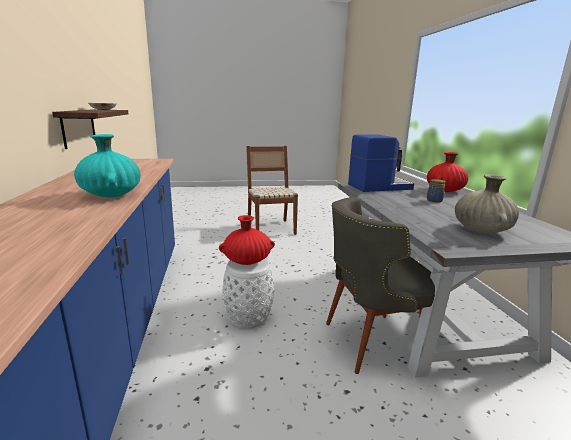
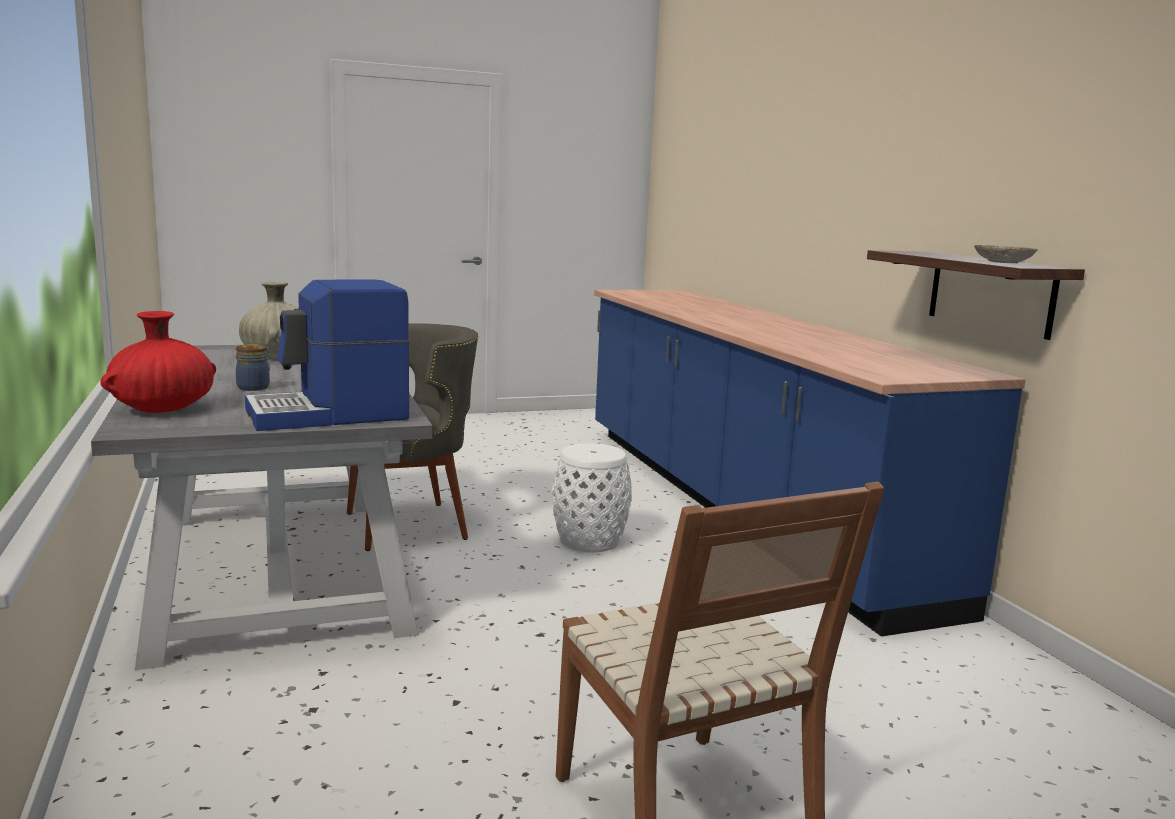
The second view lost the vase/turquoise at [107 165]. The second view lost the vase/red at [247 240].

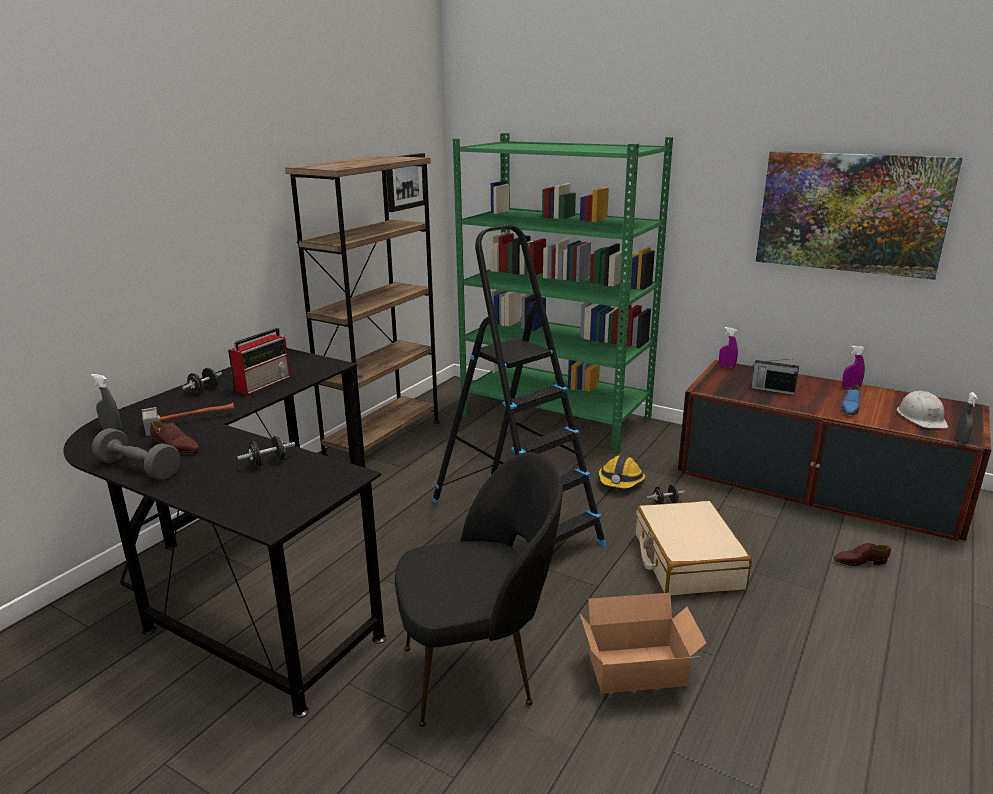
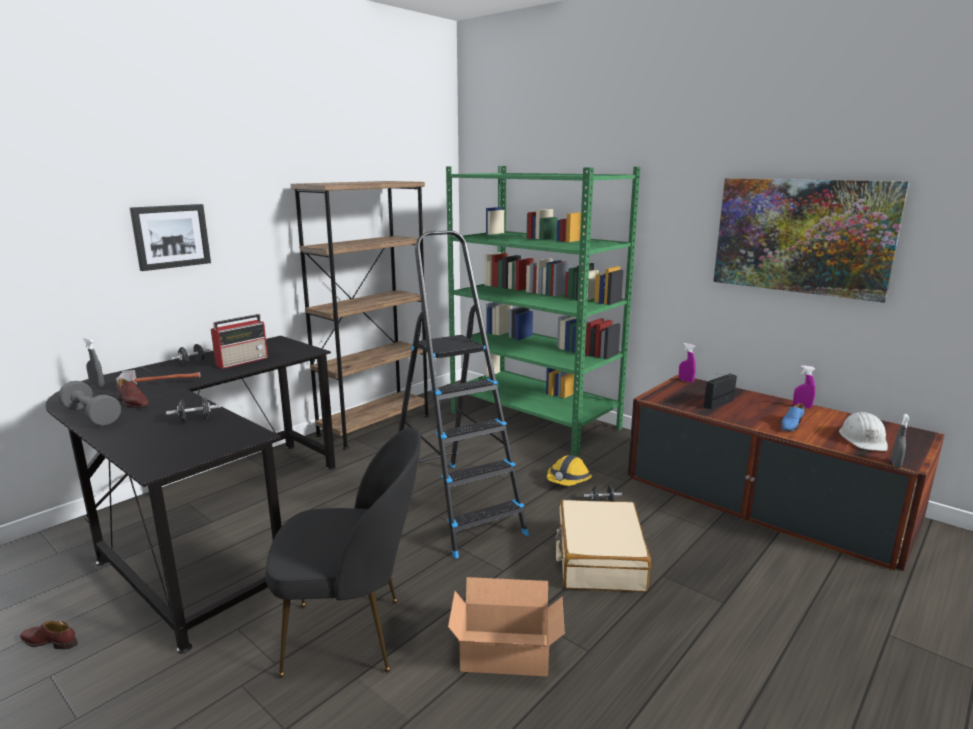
The shoe/brown ended up elsewhere, having gone from [862 554] to [49 635]. The picture ended up elsewhere, having gone from [405 182] to [170 237]. The radio at [775 377] ended up facing another way, 105 degrees clockwise from before.

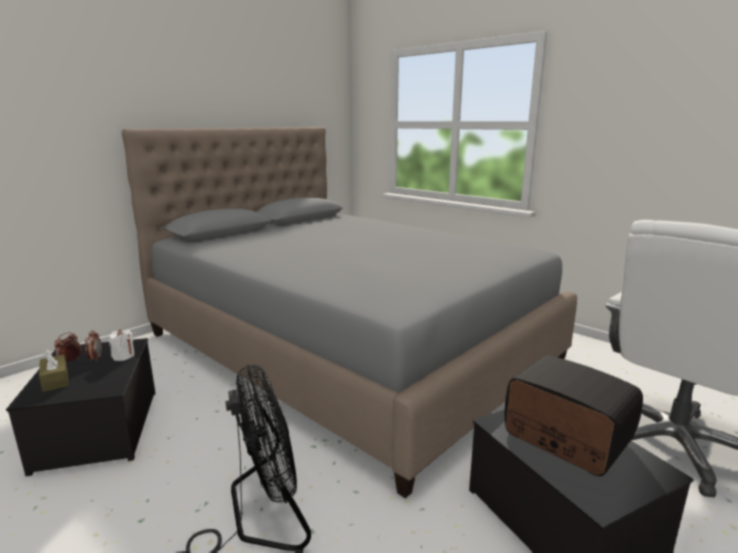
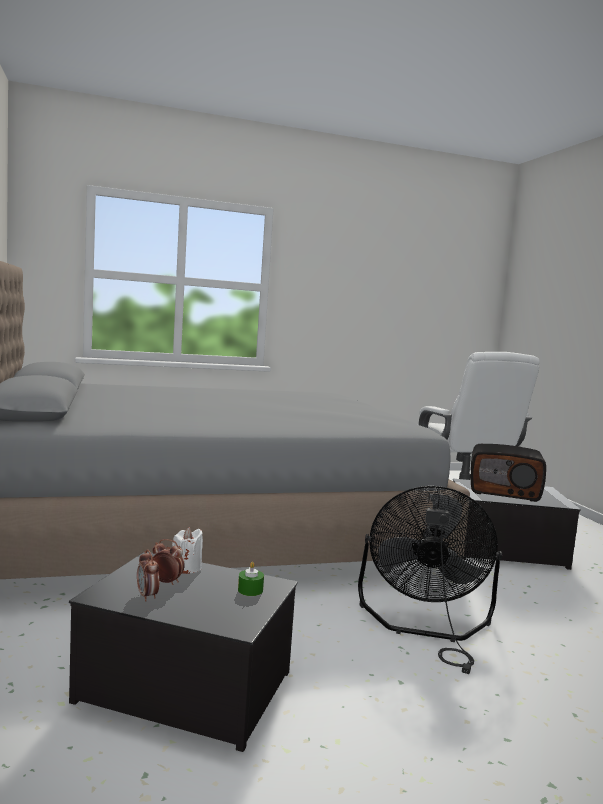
The second view gained the candle/green at [251 579]. The radio at [574 415] ended up facing another way, 150 degrees counterclockwise from before. The second view lost the tissue box/brown at [53 370].

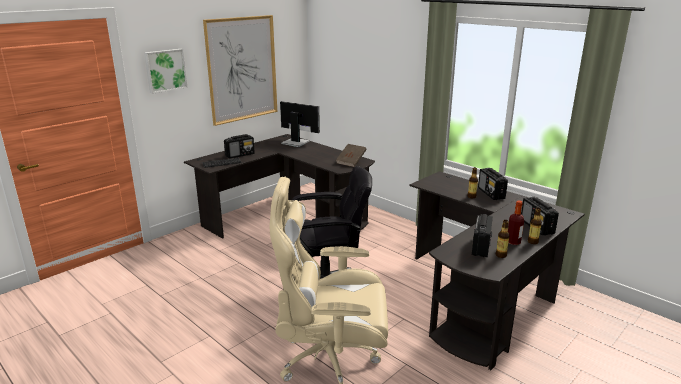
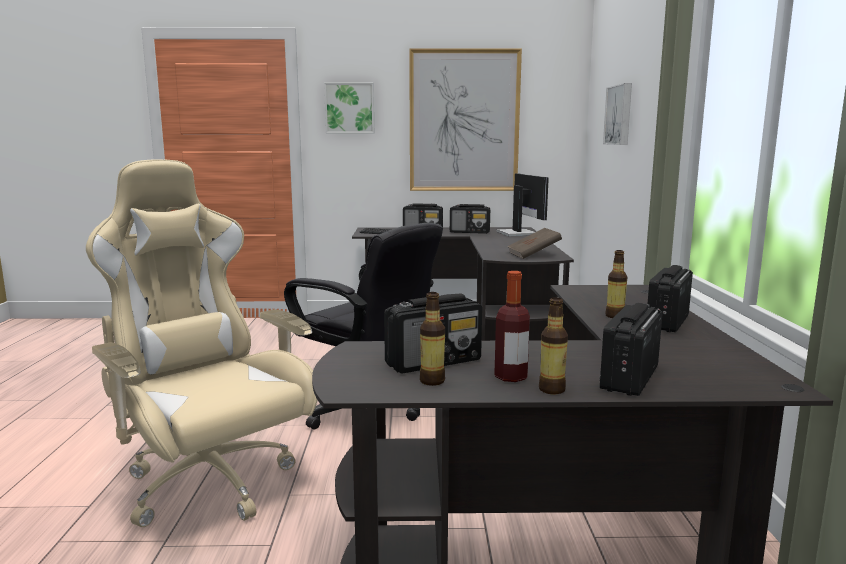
The second view gained the radio at [470 219]. The second view gained the picture at [617 114].

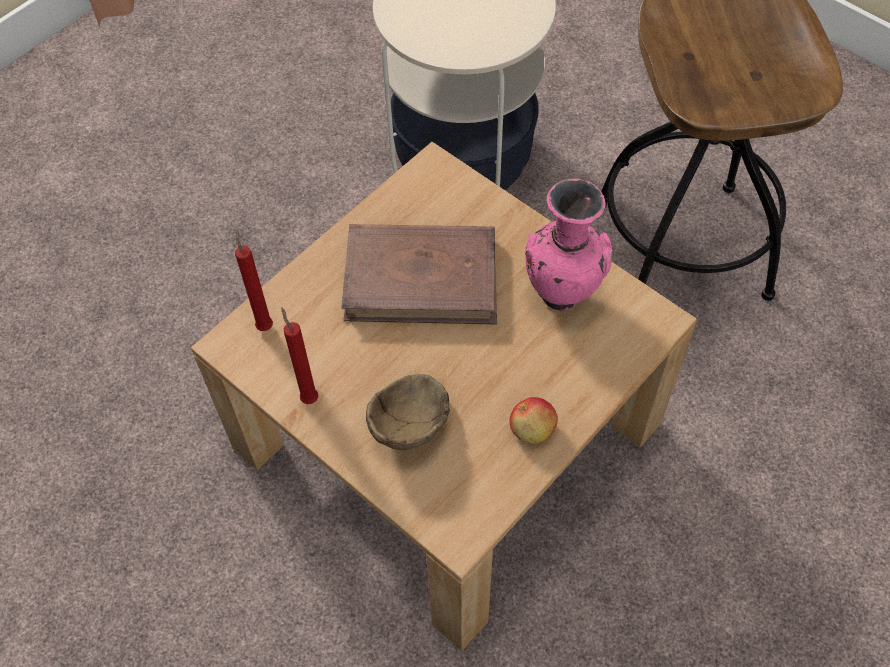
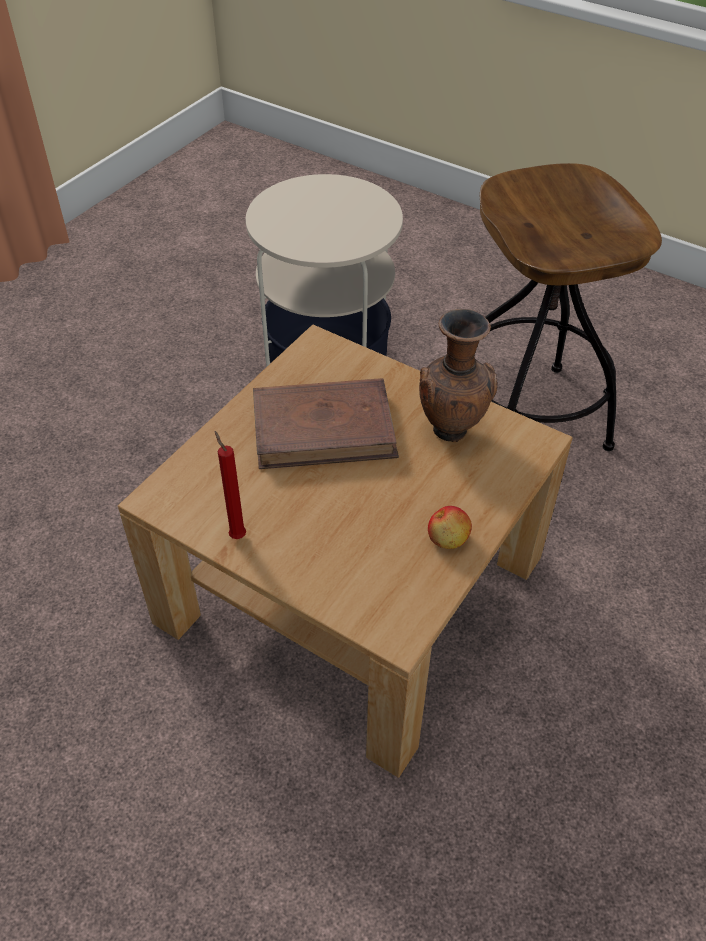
What was the vase/pink at [569 245] turned into the vase/brown at [458 375]. The second view lost the candle/red at [254 280]. The second view lost the bowl/brown at [408 412].

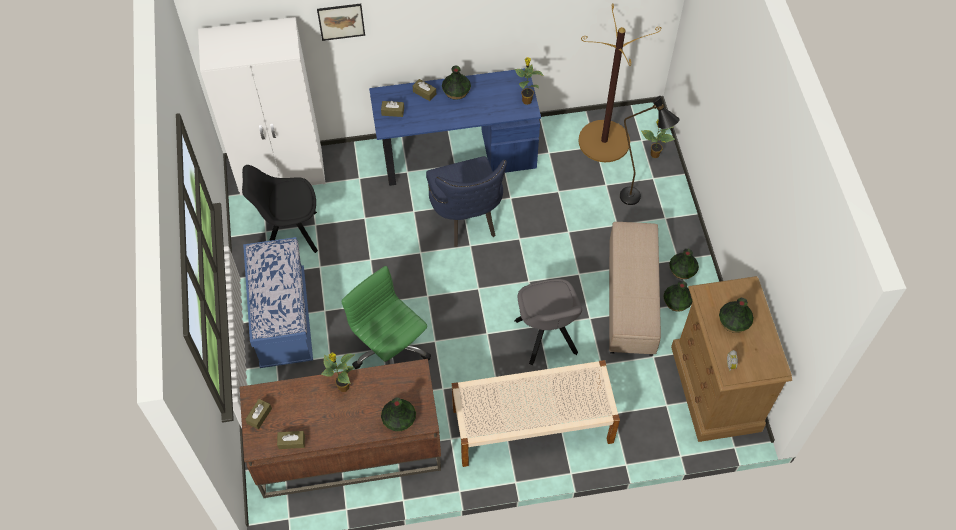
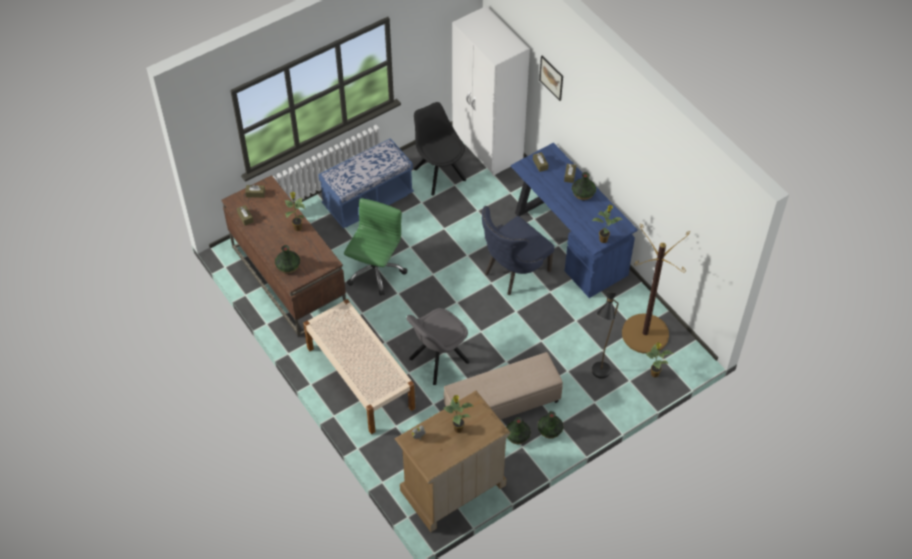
Where the vase stood at [736 315], the potted plant came to stand at [458 414].

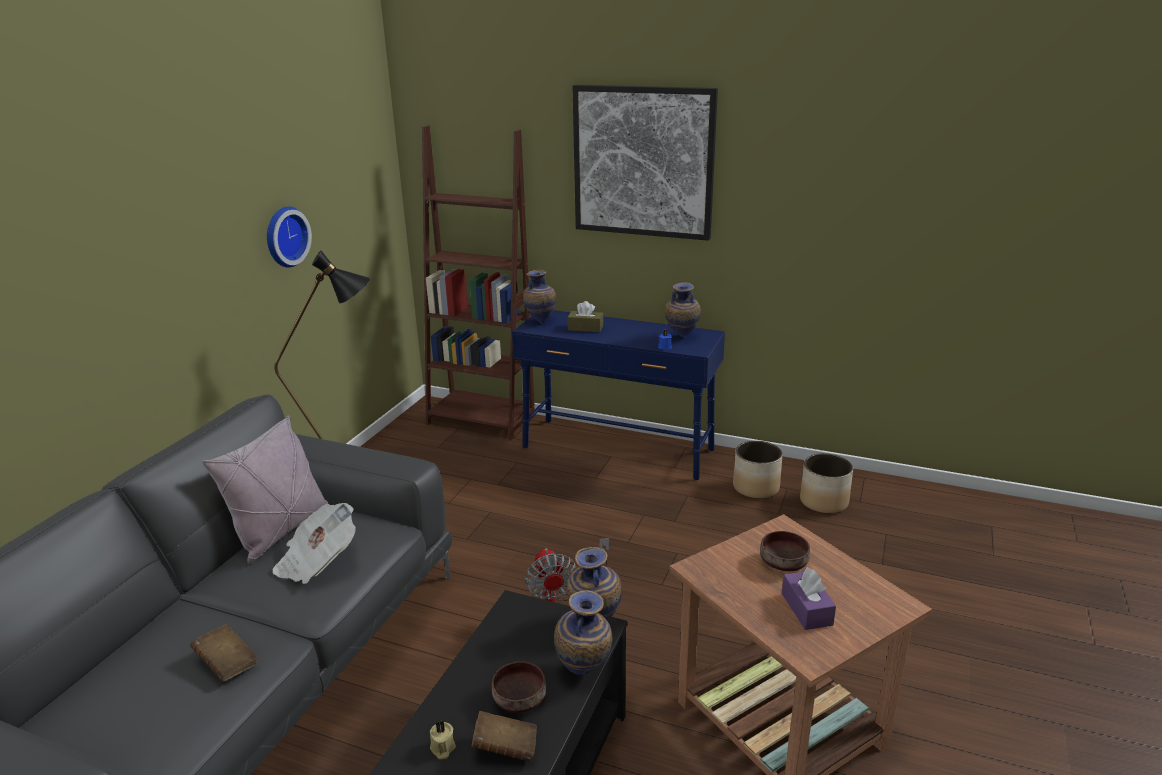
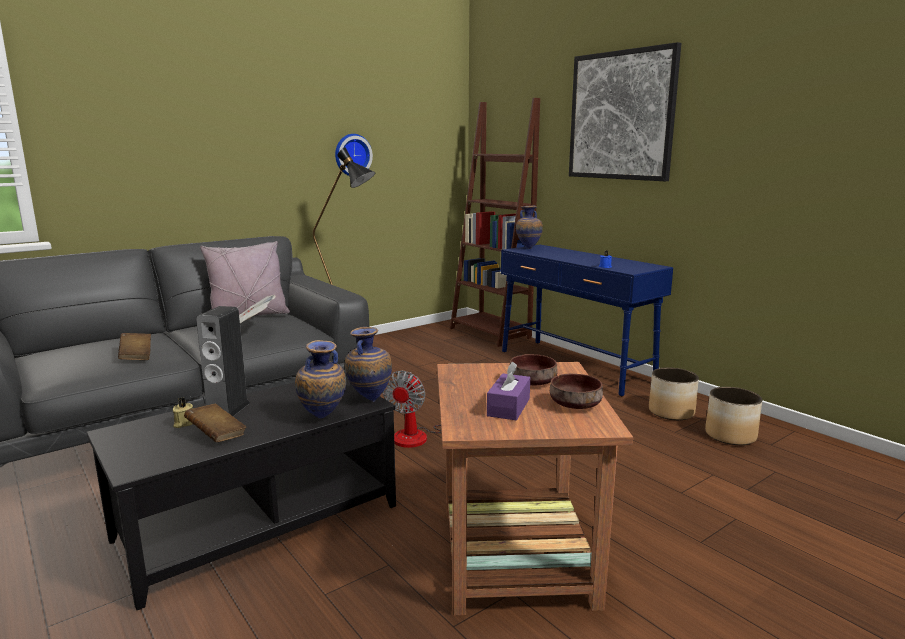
The second view gained the speaker at [223 361]. The bowl/brown ended up elsewhere, having gone from [519 687] to [576 391]. The second view lost the tissue box/brown at [585 316]. The second view lost the vase at [683 309].

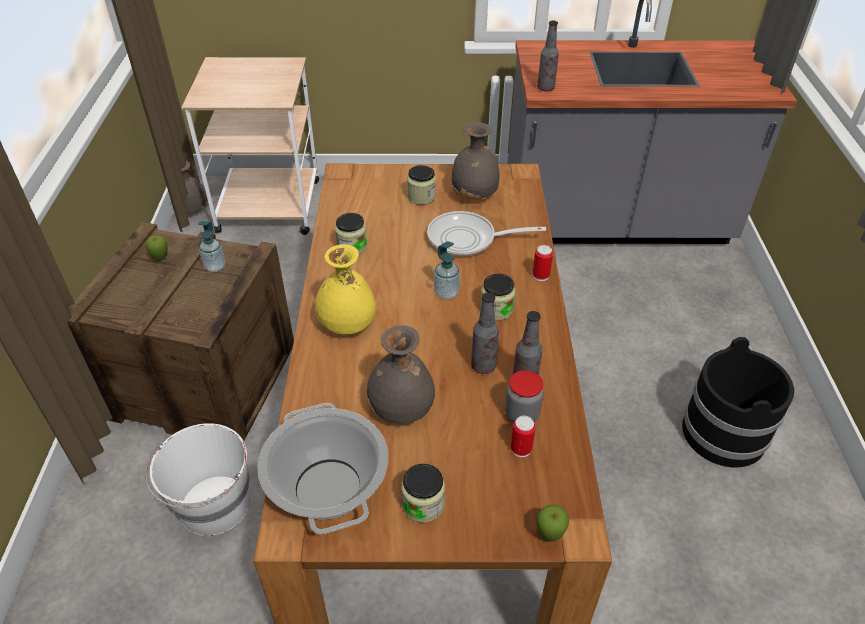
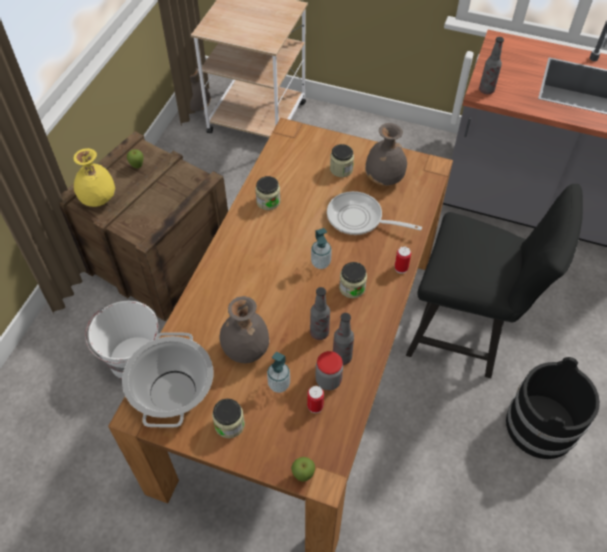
The vase/yellow ended up elsewhere, having gone from [345 289] to [94 177]. The soap dispenser ended up elsewhere, having gone from [211 246] to [278 372]. The second view gained the chair/black at [494 281].

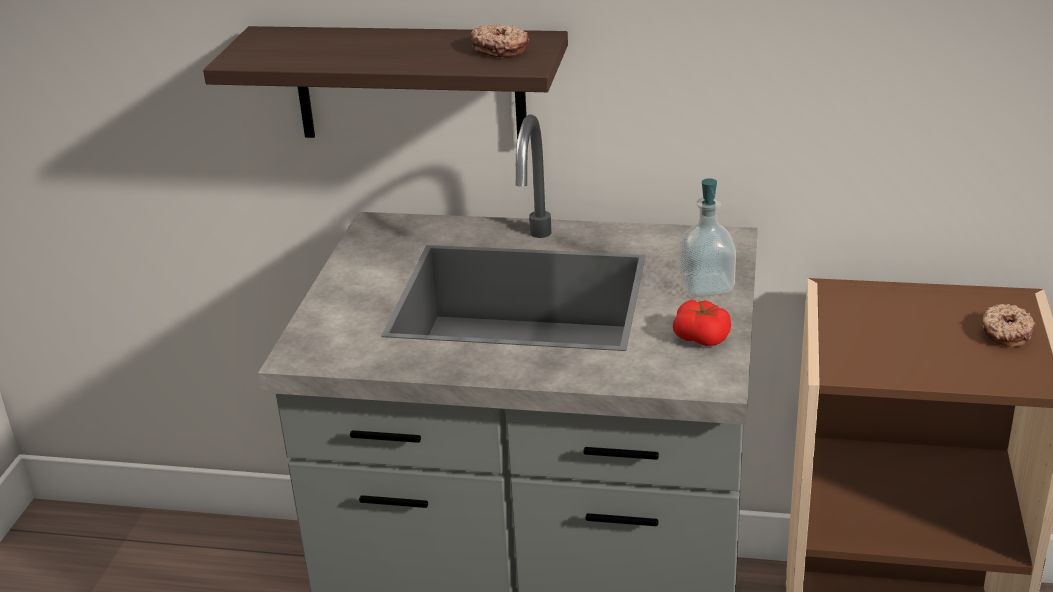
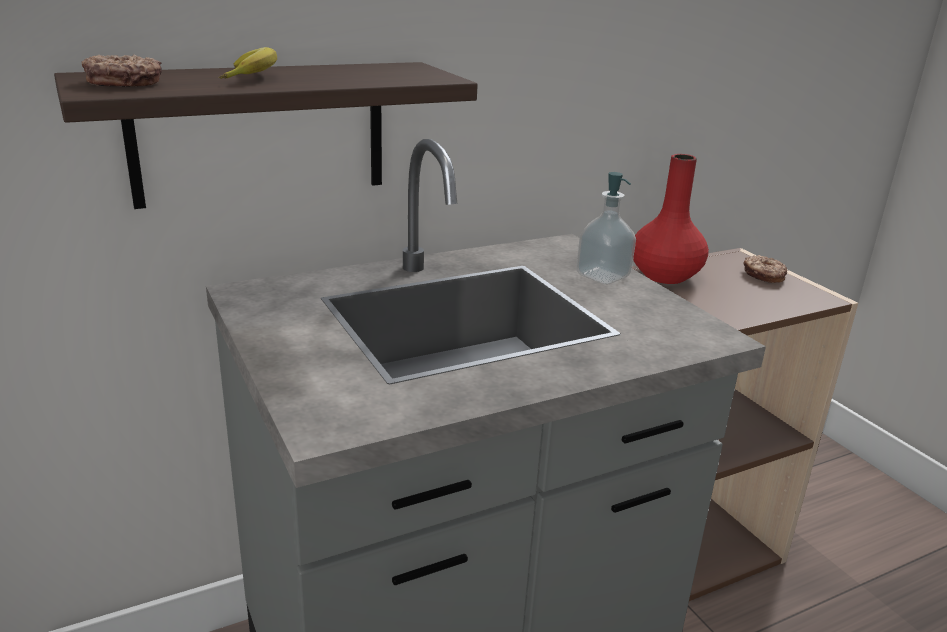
The donut ended up elsewhere, having gone from [500 40] to [121 70]. The second view gained the banana at [248 63]. The second view gained the vase/red at [671 219]. The second view lost the tomato at [702 323].

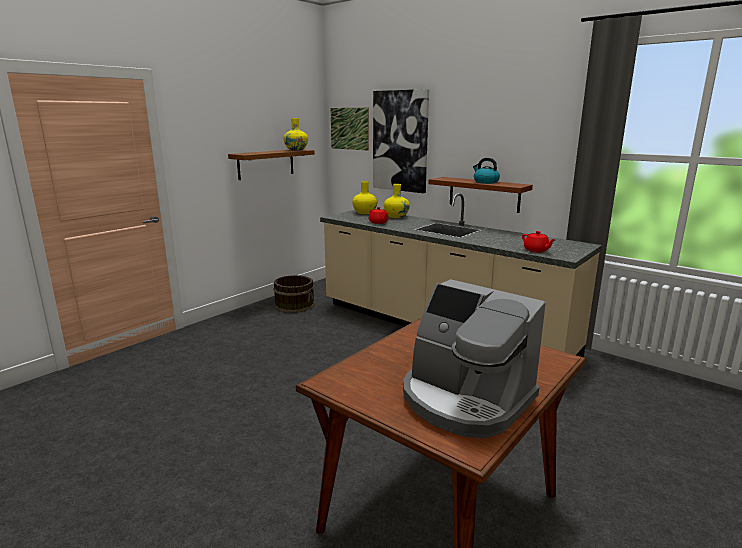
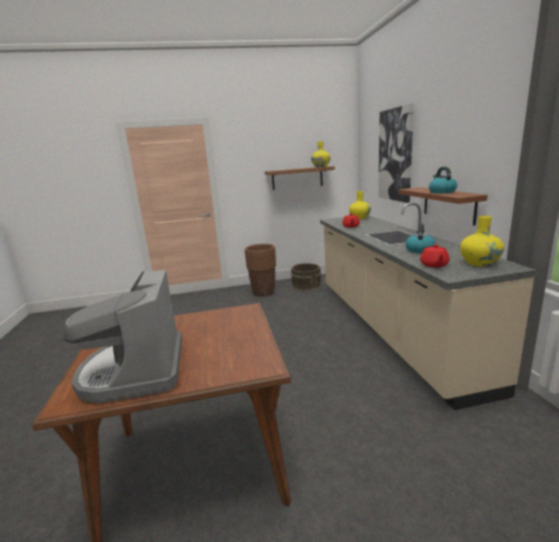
The second view gained the planter/brown at [260 270]. The second view gained the kettle at [420 238]. The vase/yellow ended up elsewhere, having gone from [397 201] to [482 241]. The second view lost the picture at [349 129].

